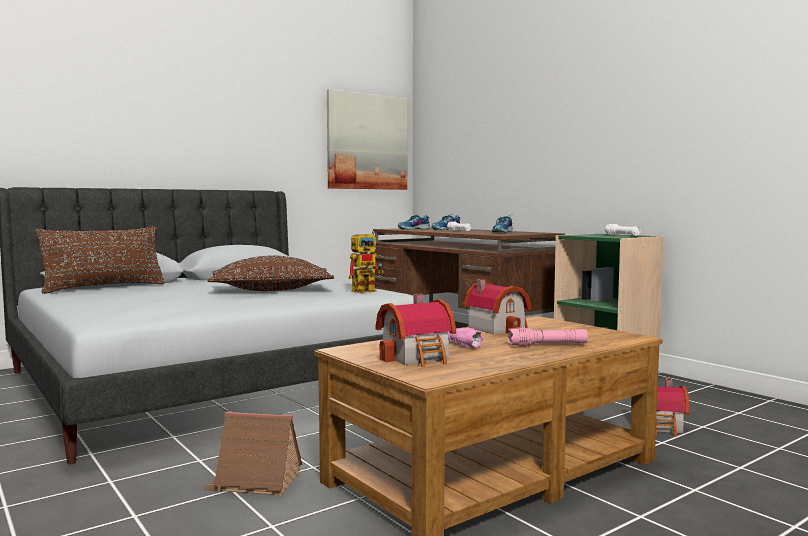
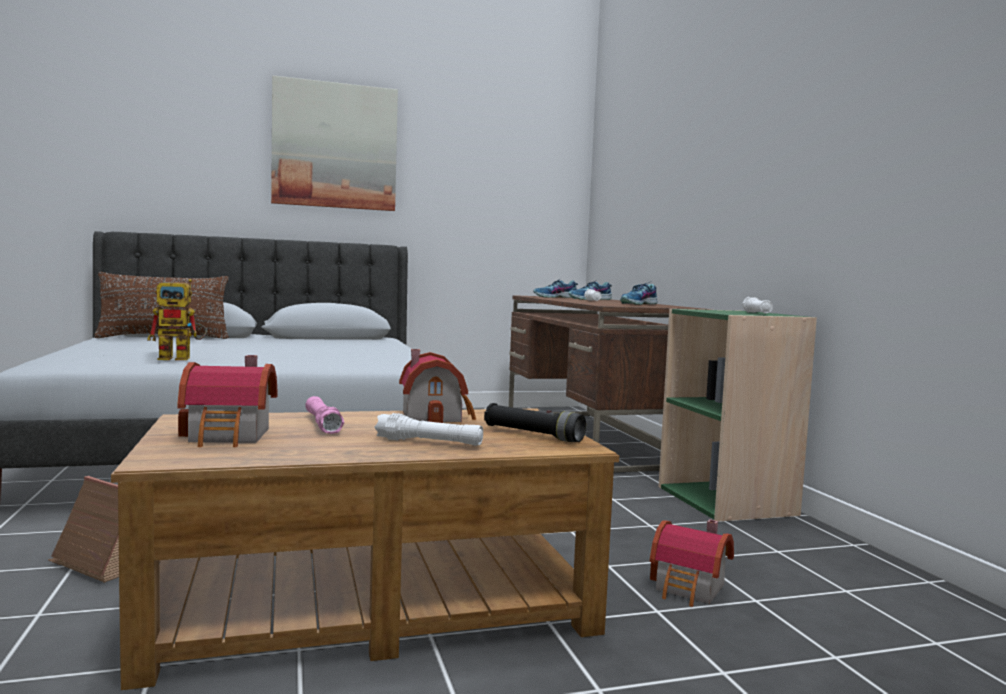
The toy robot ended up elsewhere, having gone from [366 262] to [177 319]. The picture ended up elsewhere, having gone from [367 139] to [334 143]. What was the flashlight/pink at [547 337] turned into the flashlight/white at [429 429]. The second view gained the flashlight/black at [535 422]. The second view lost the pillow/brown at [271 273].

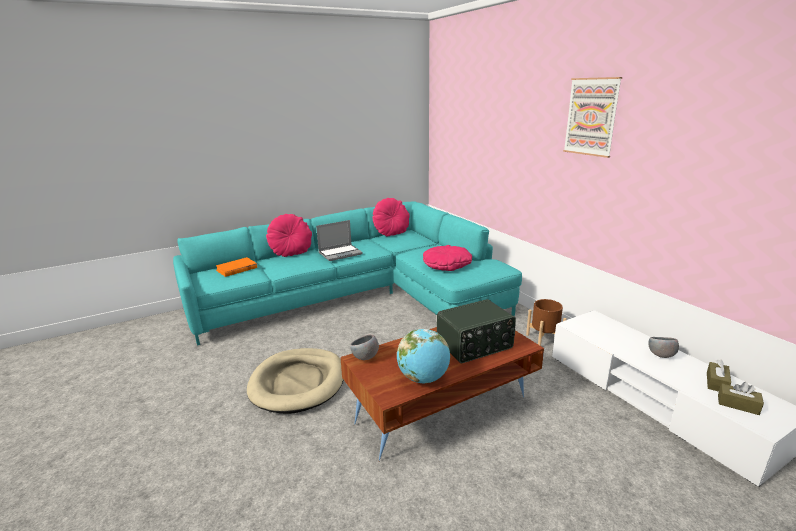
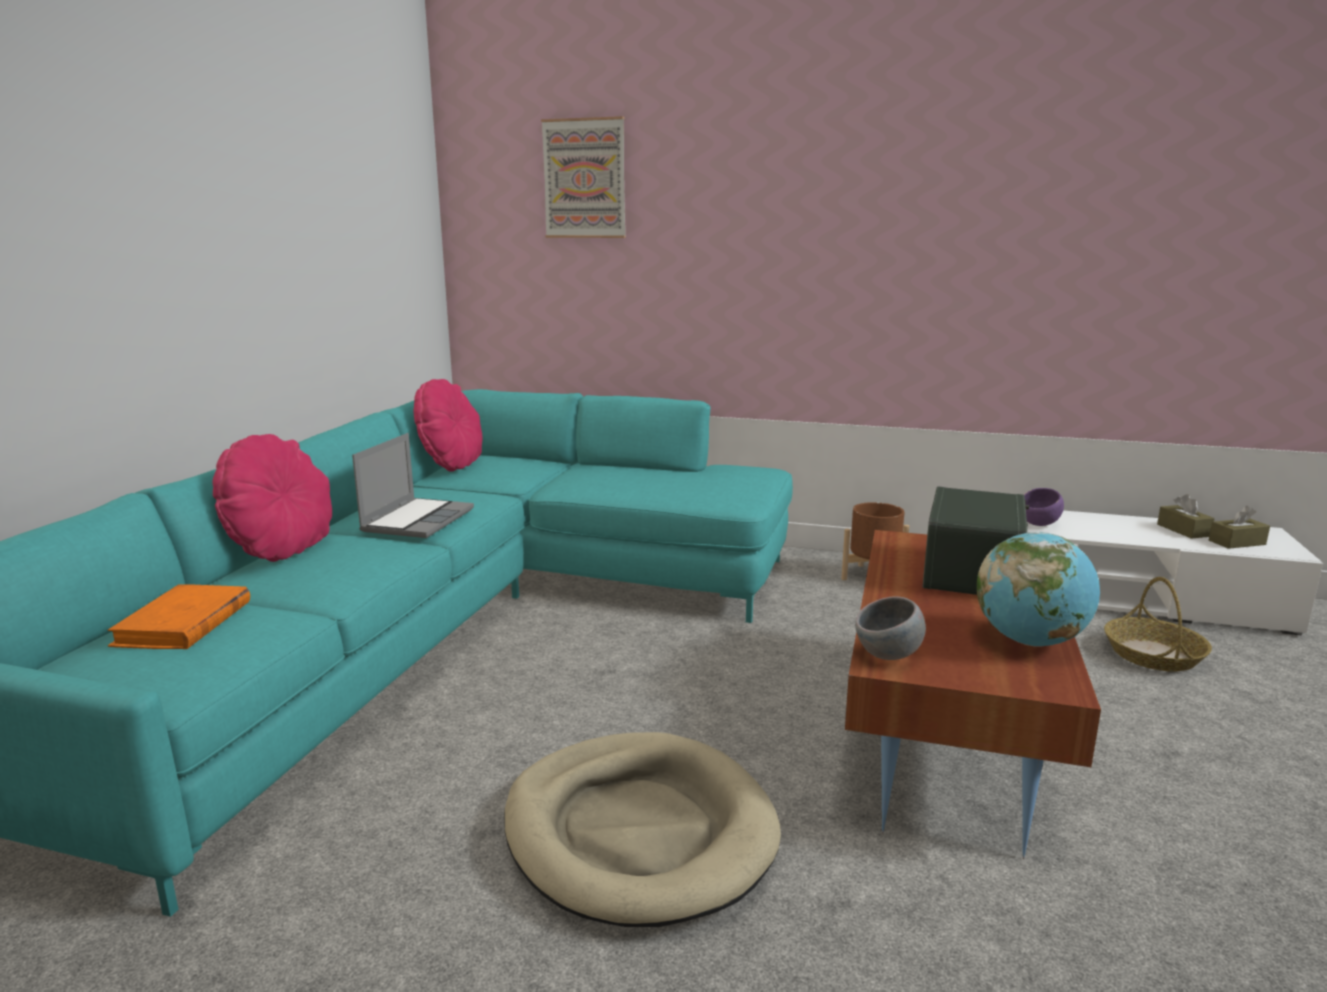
The picture ended up elsewhere, having gone from [592 117] to [583 177]. The second view gained the bowl/purple at [1043 507]. The second view gained the basket at [1158 624]. The second view lost the pillow/pink at [447 258]. The second view lost the bowl/grey at [663 347].

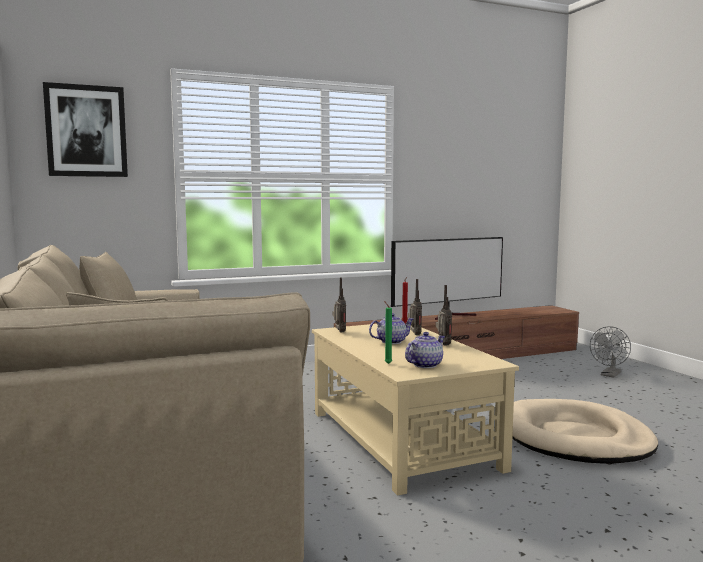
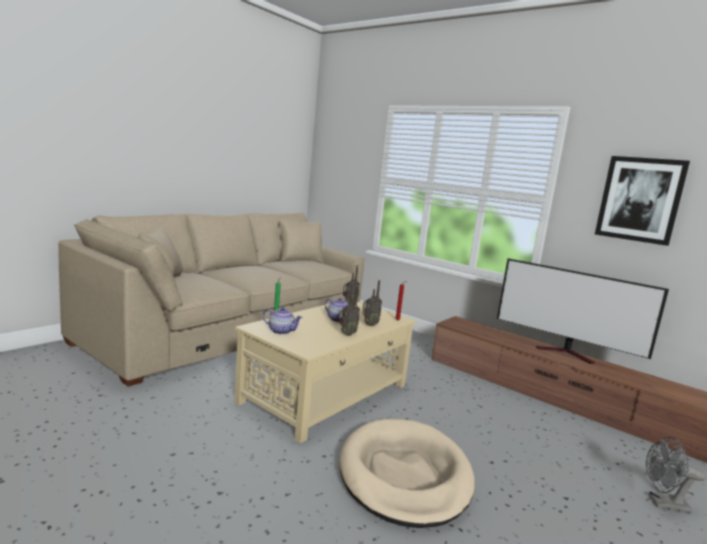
The picture ended up elsewhere, having gone from [85 129] to [642 201].

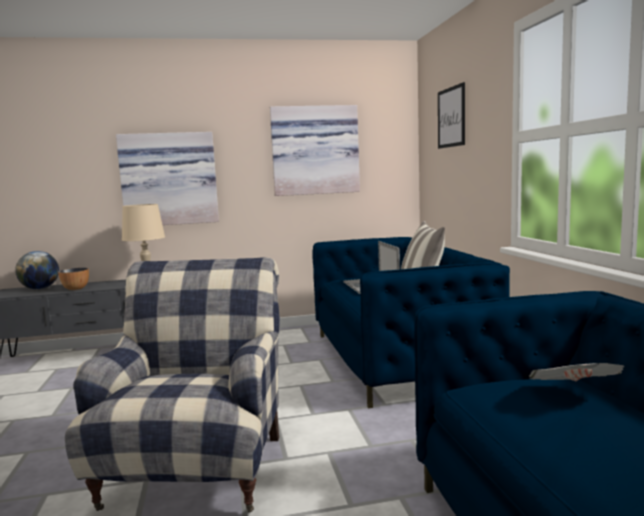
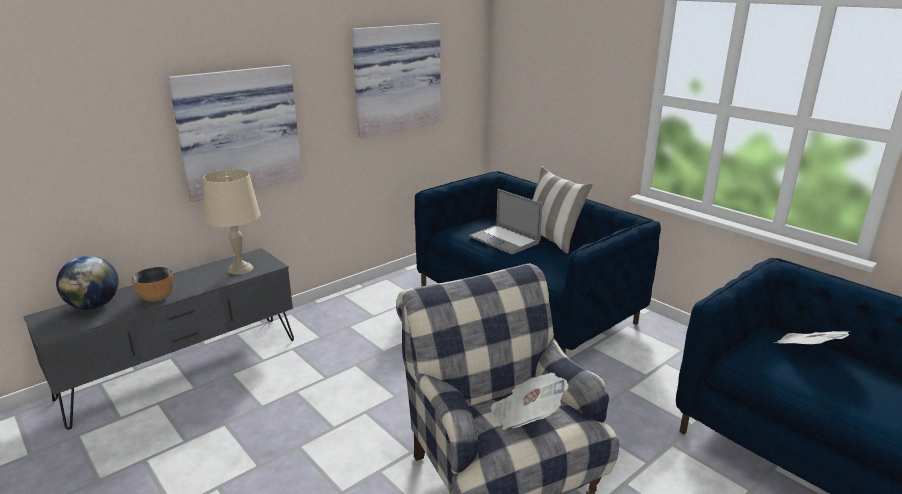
The second view gained the newspaper at [530 401]. The second view lost the picture at [451 115].

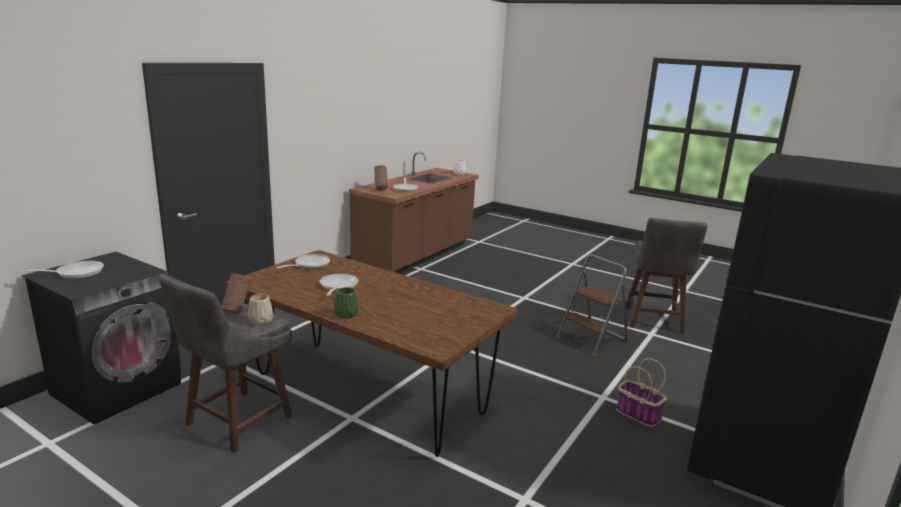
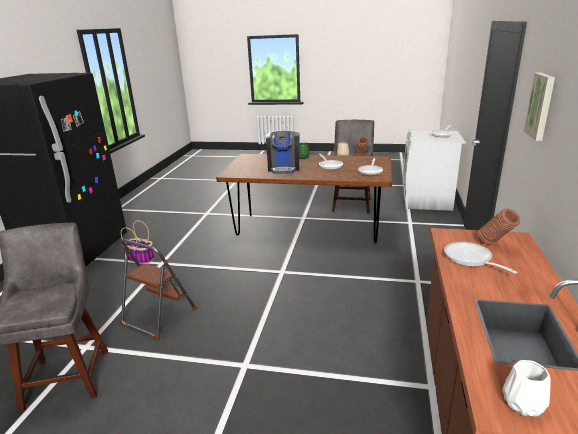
The second view gained the coffee machine at [283 152]. What was the washing machine/black at [101 338] turned into the washing machine/white at [434 171]. The second view gained the picture at [539 106].

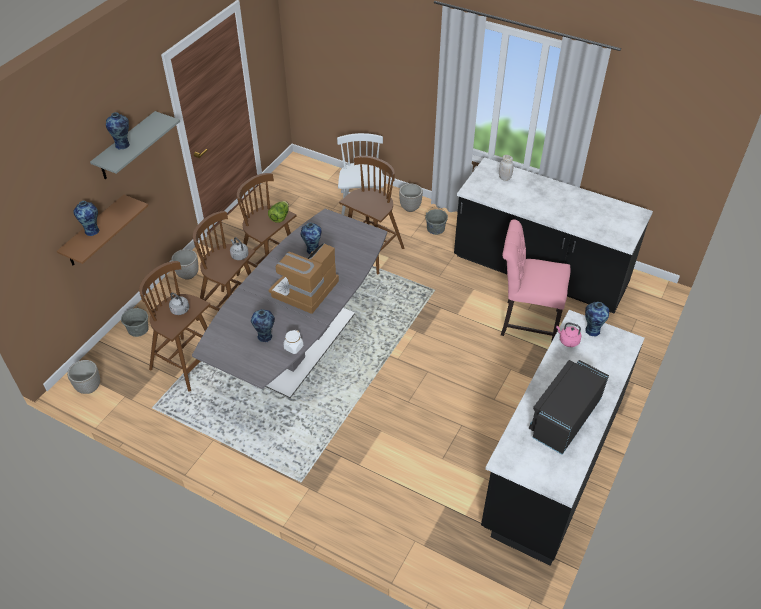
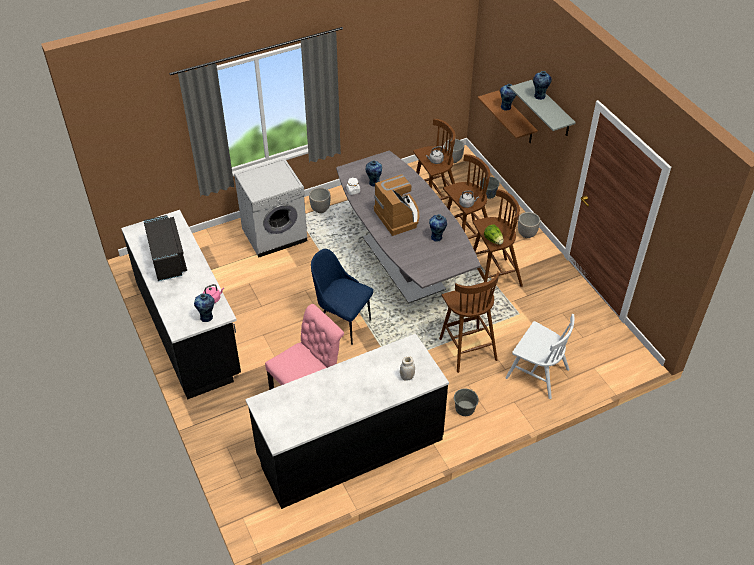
The second view gained the washing machine/white at [270 207]. The planter ended up elsewhere, having gone from [411 198] to [319 200]. The second view gained the chair/blue at [342 297].

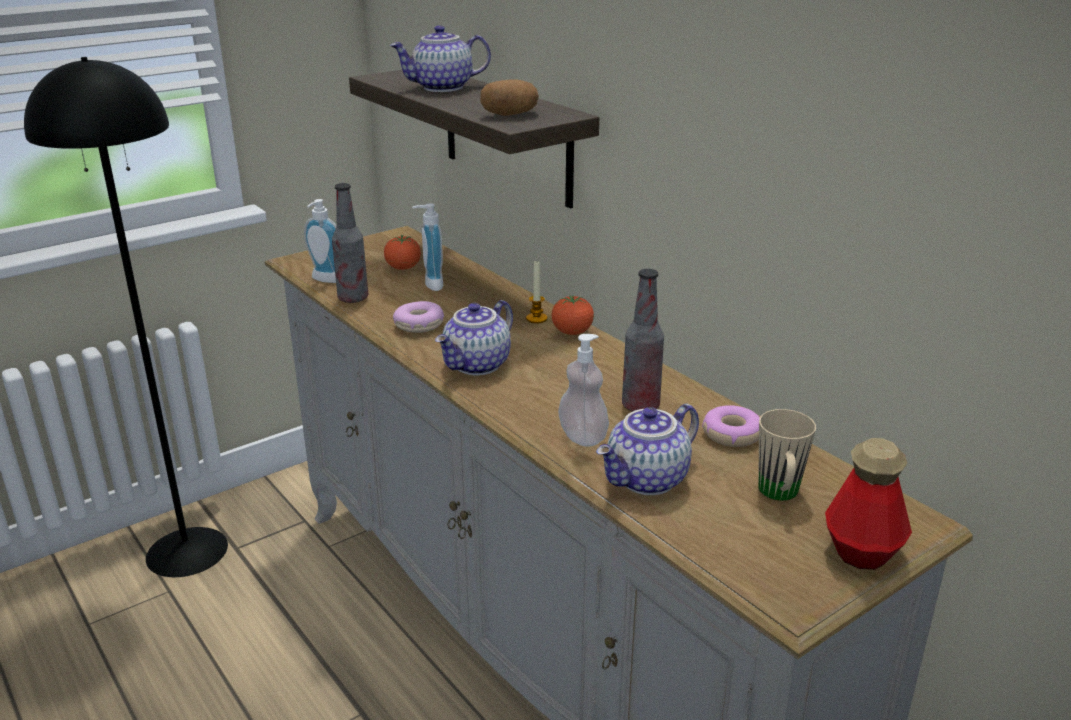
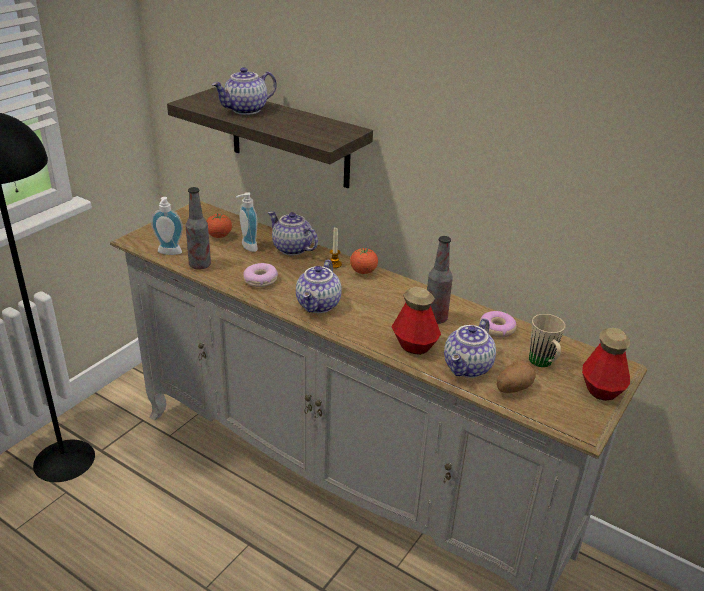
The second view gained the teapot at [293 233]. Where the soap dispenser stood at [583 390], the bottle came to stand at [416 321]. The potato ended up elsewhere, having gone from [509 97] to [516 377].

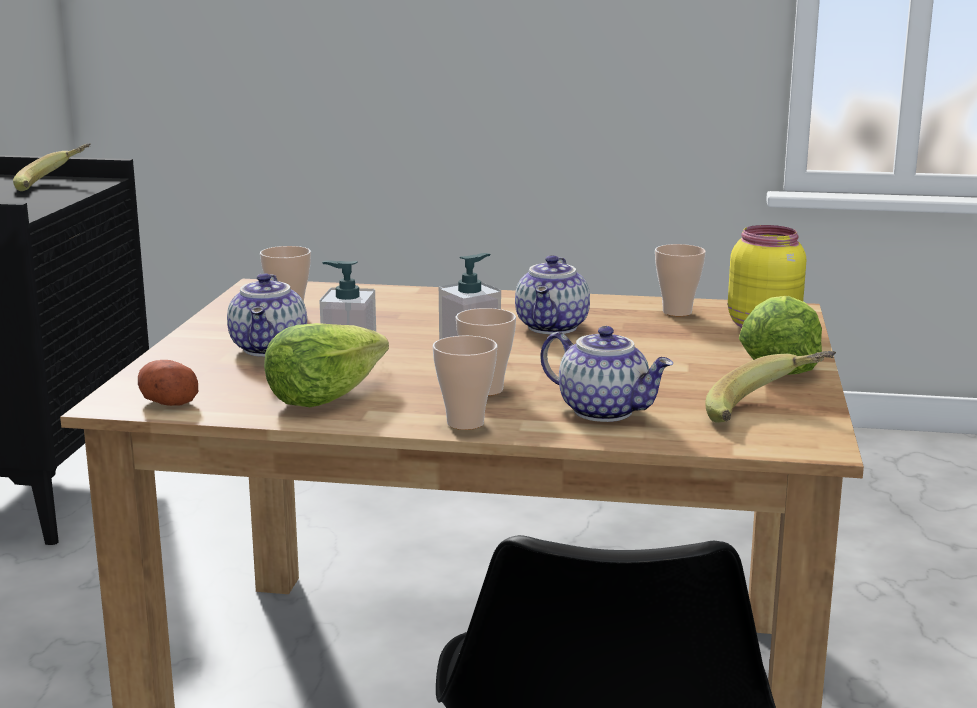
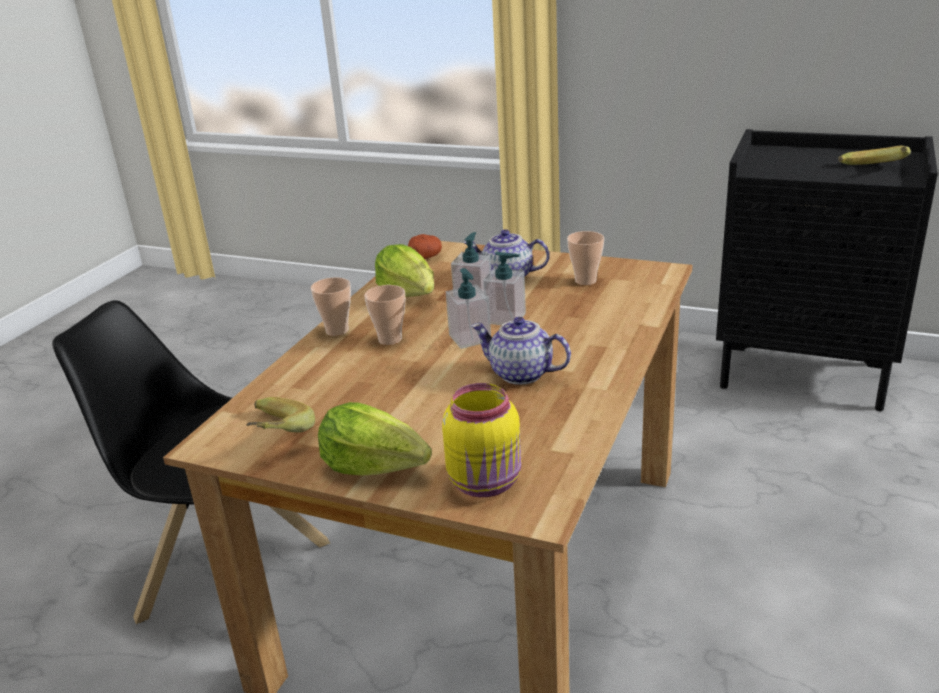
The second view gained the soap dispenser at [504 288]. The second view lost the teapot at [606 374]. The second view lost the cup at [680 280].

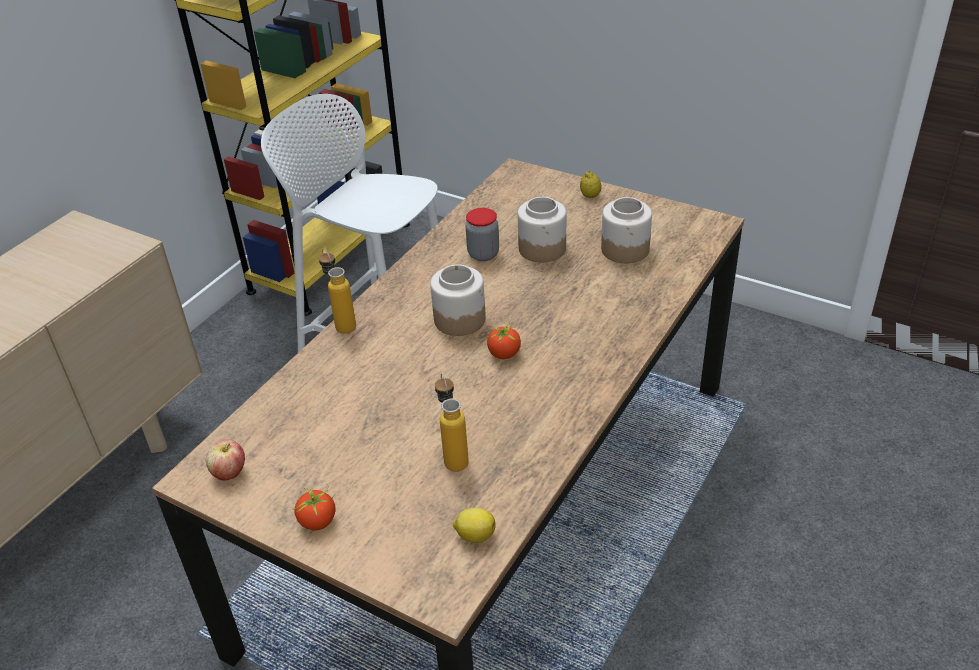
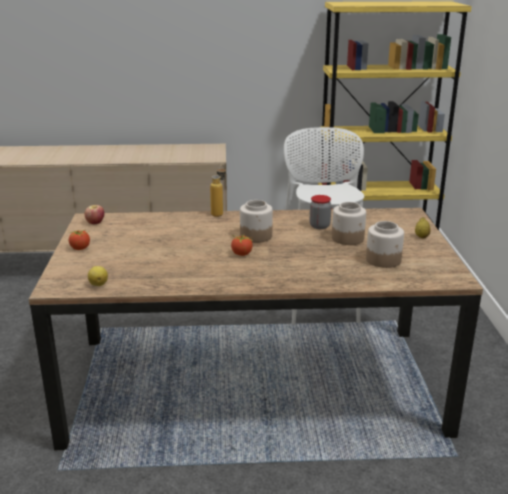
The second view lost the bottle at [452 422].

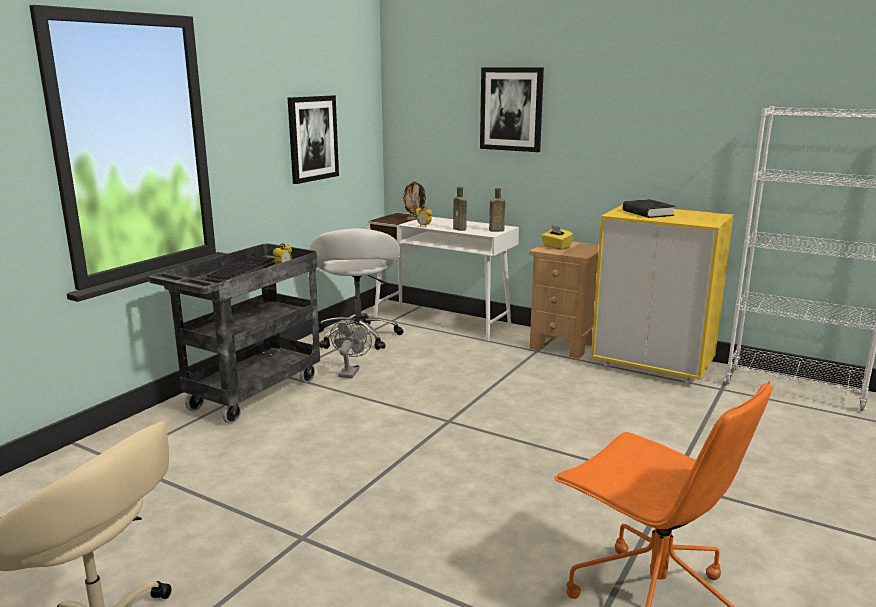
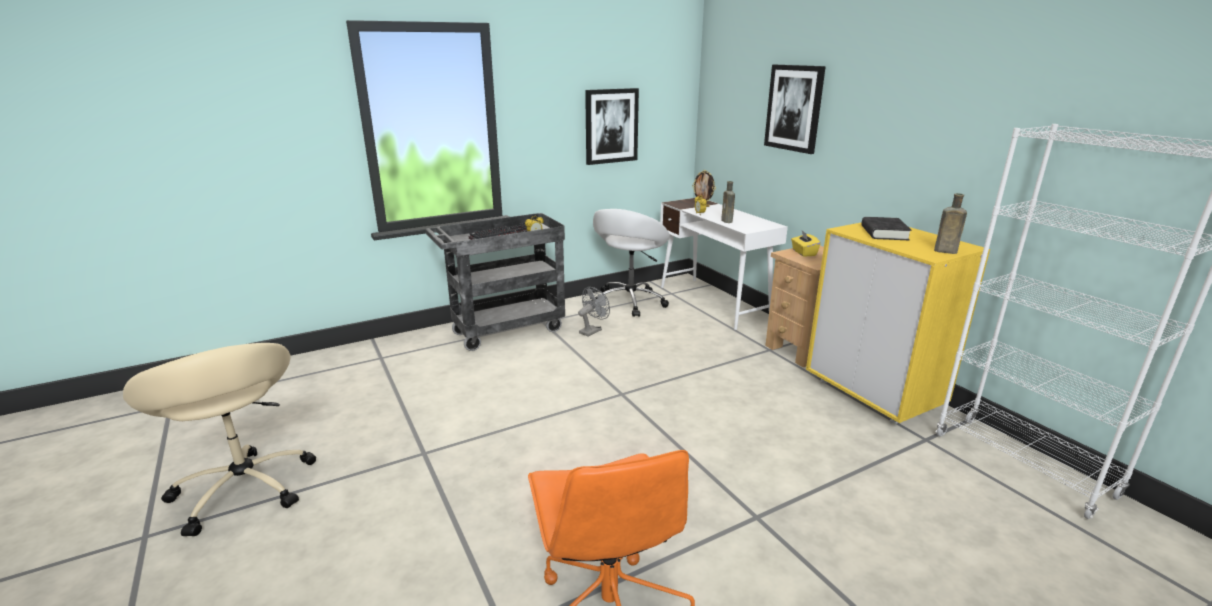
The bottle/brown ended up elsewhere, having gone from [497 210] to [950 223].

